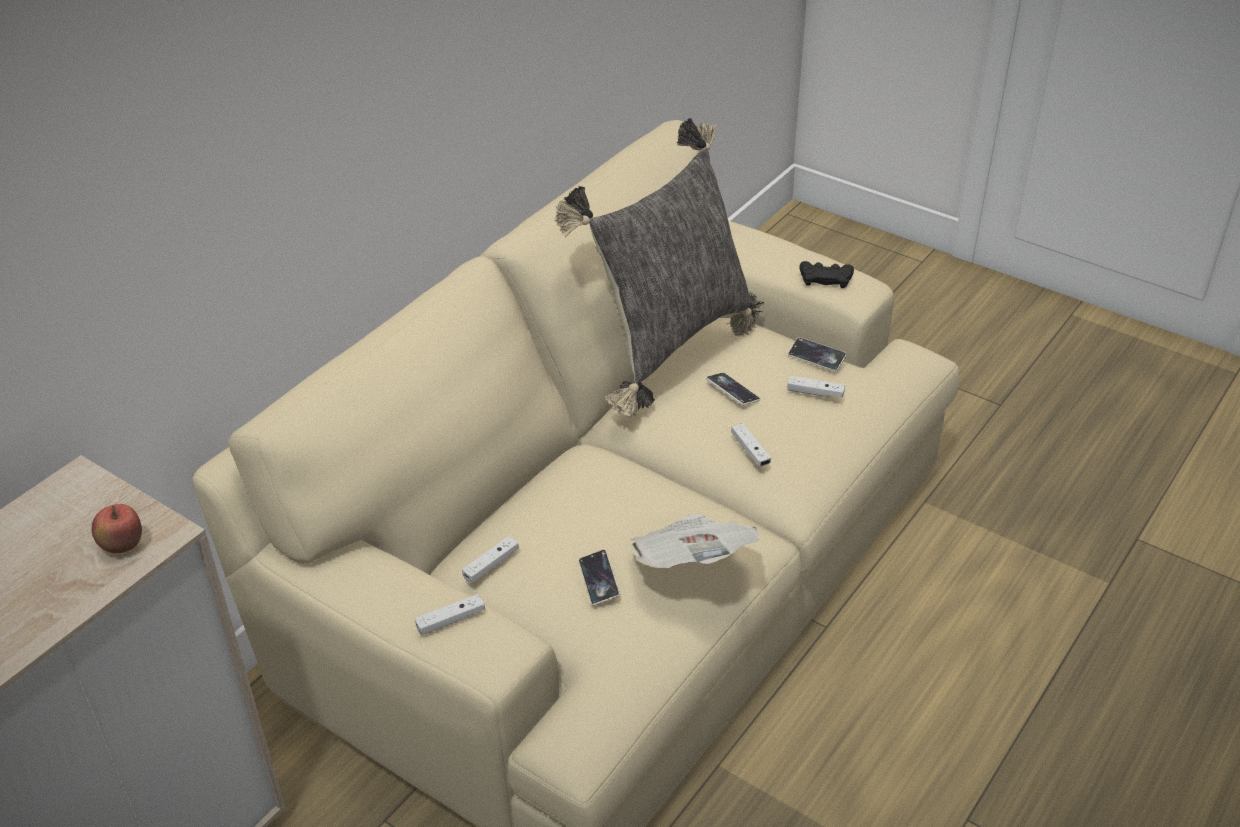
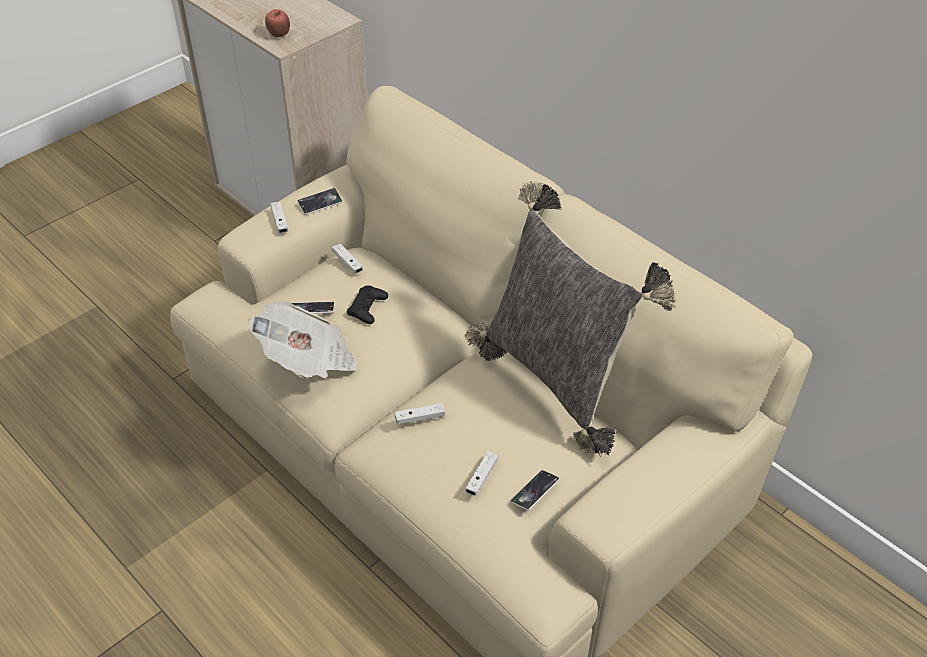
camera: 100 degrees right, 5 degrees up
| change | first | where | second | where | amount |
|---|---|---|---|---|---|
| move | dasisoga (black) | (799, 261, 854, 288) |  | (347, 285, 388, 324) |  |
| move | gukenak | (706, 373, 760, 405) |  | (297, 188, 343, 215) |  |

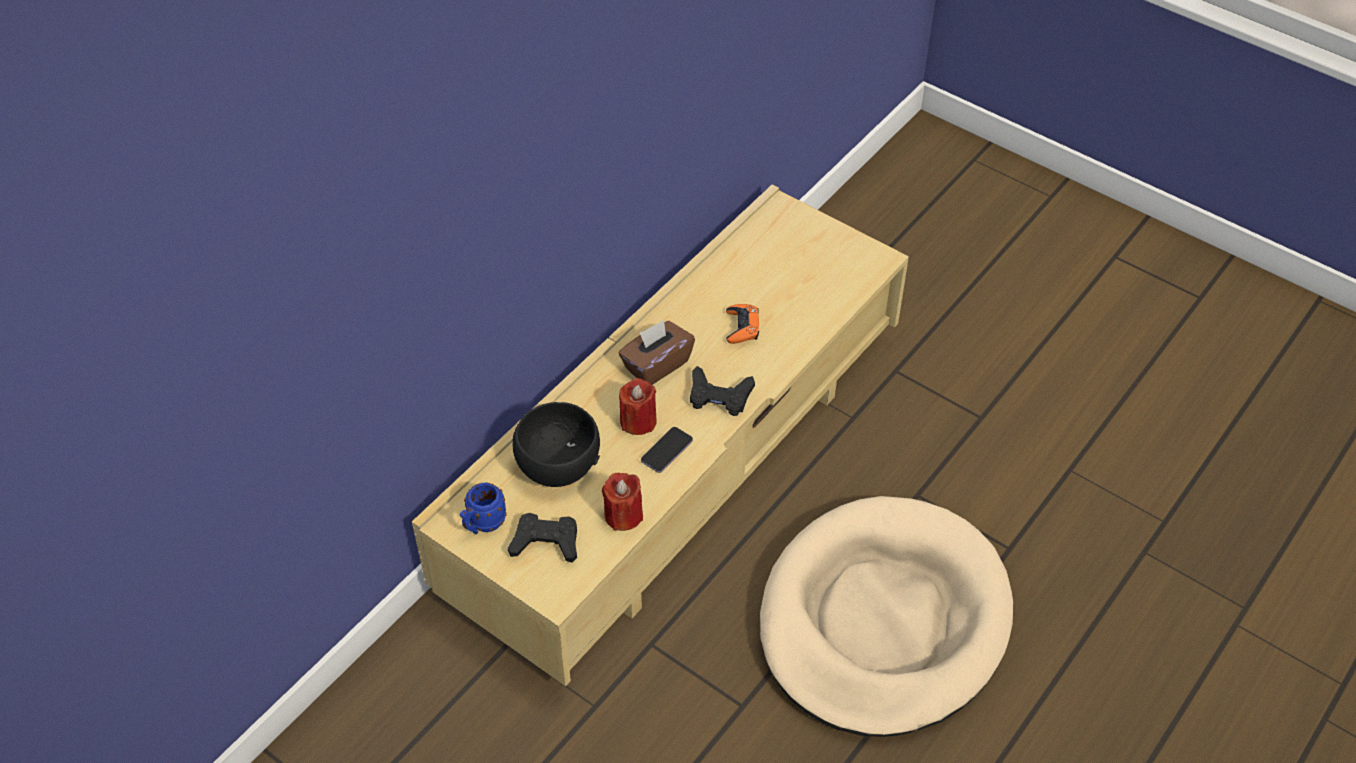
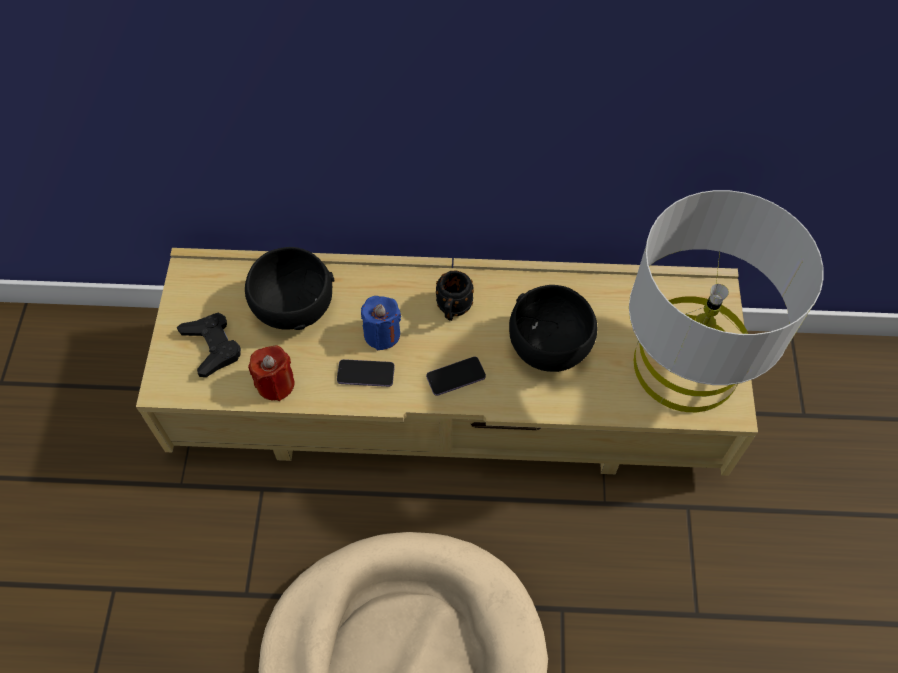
camera: 55 degrees right, 10 degrees up
| change | first | where | second | where | amount |
|---|---|---|---|---|---|
| replace | dasisoga (orange) | (726, 304, 759, 344) | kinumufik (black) | (509, 285, 597, 372) |  |
| replace | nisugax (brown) | (618, 320, 695, 385) | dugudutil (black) | (436, 271, 474, 321) |  |
| replace | dasisoga (black) | (690, 366, 755, 416) | gukenak | (426, 357, 486, 396) |  |
| recolor | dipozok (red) | (619, 378, 657, 435) | dipozok (blue) | (361, 296, 401, 350) |  |
| delete | dugudutil (blue) | (460, 482, 507, 534) |  |  |  |
| insert |  |  | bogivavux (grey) | (629, 190, 824, 412) |  |

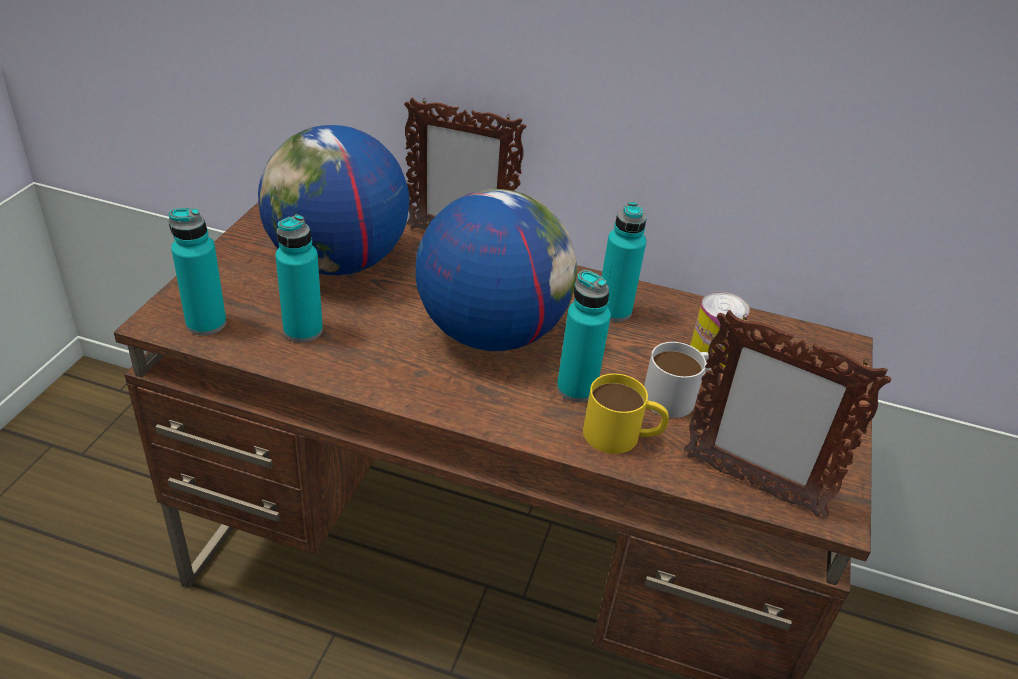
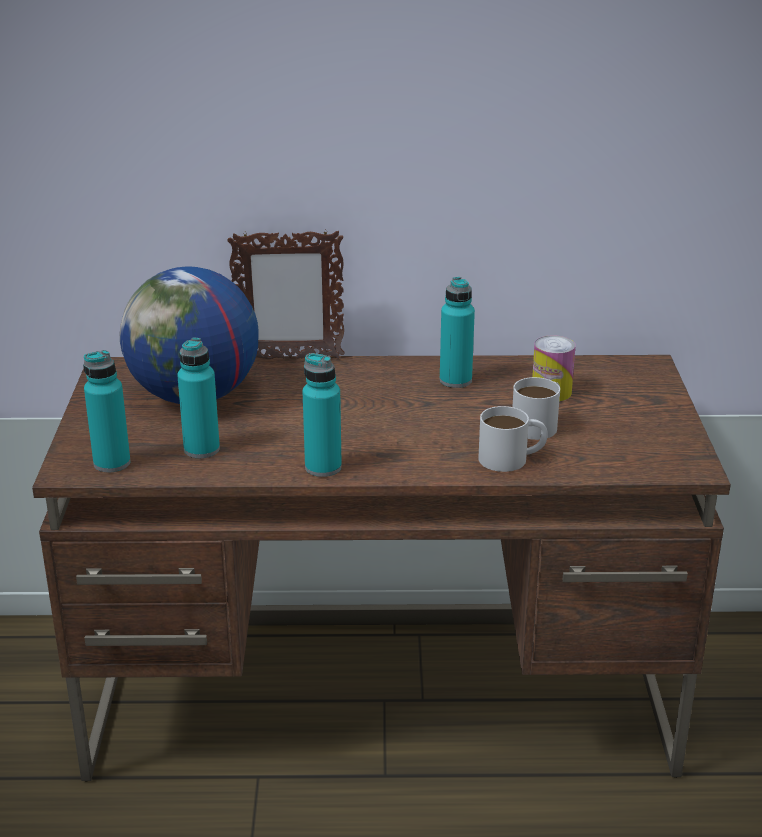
camera: 15 degrees left, 10 degrees down
| change | first | where | second | where | amount |
|---|---|---|---|---|---|
| delete | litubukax | (416, 189, 577, 351) |  |  |  |
| move | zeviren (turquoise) | (557, 270, 611, 402) |  | (303, 353, 342, 477) |  |
| delete | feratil | (684, 310, 892, 517) |  |  |  |
| recolor | dugudutil (yellow) | (583, 374, 669, 454) | dugudutil (white) | (478, 406, 548, 472) |  |

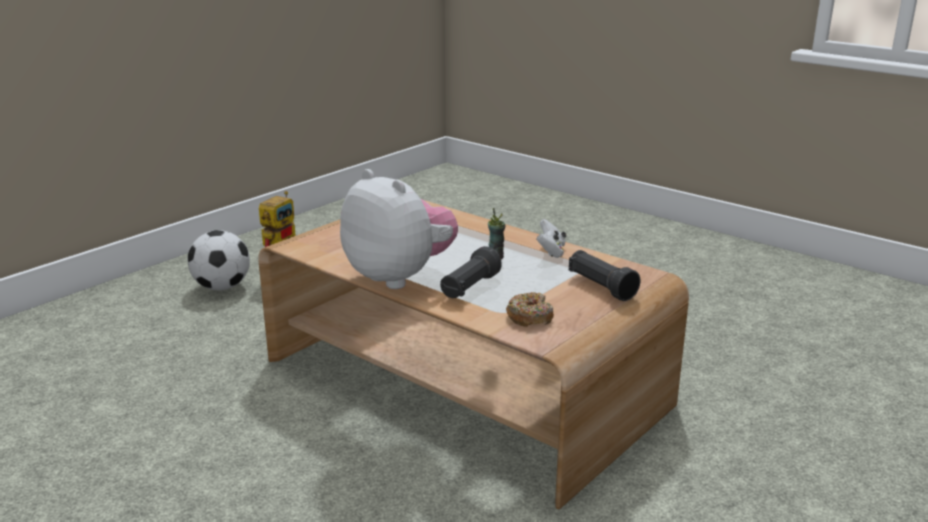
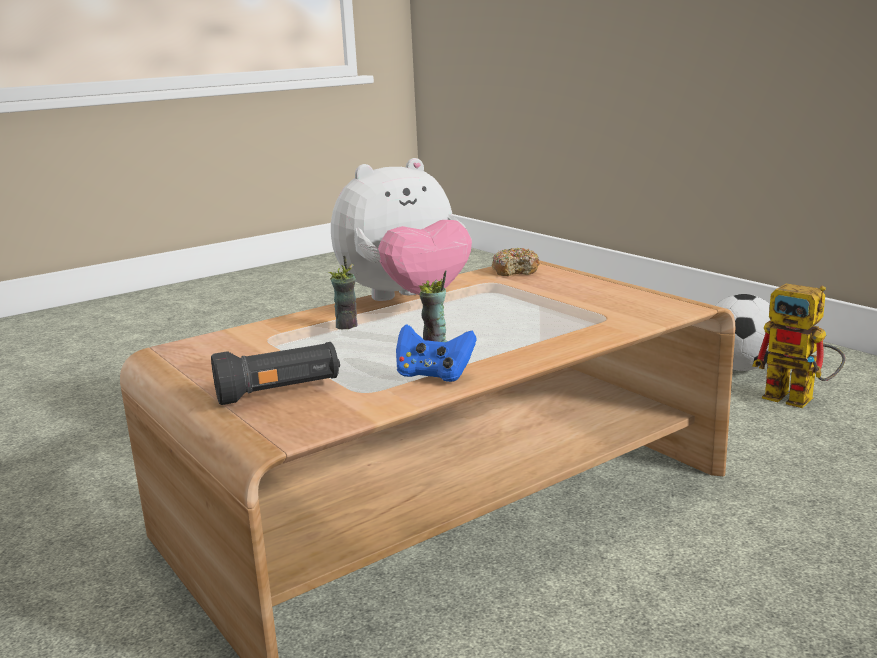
camera: 105 degrees right, 5 degrees down
| change | first | where | second | where | amount |
|---|---|---|---|---|---|
| recolor | dasisoga (white) | (536, 219, 566, 258) | dasisoga (blue) | (396, 324, 477, 382) |  |
| replace | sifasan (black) | (440, 246, 502, 298) | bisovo | (328, 256, 358, 329) |  |
| move | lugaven | (506, 292, 554, 327) |  | (492, 248, 540, 276) |  |

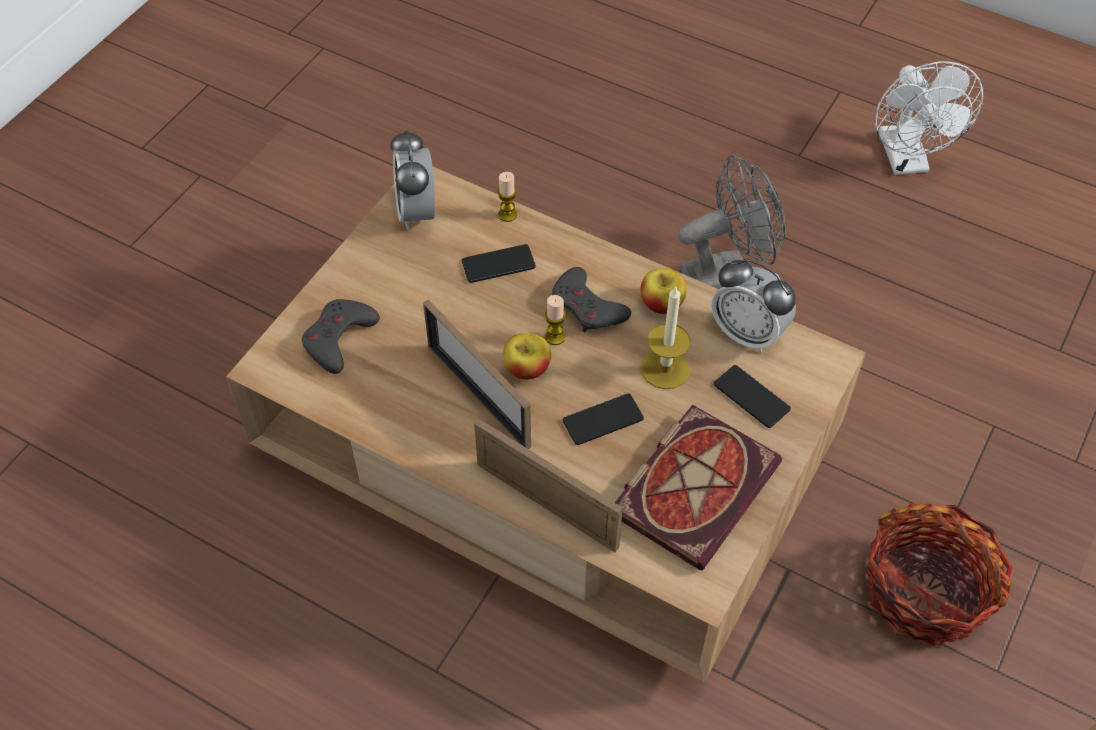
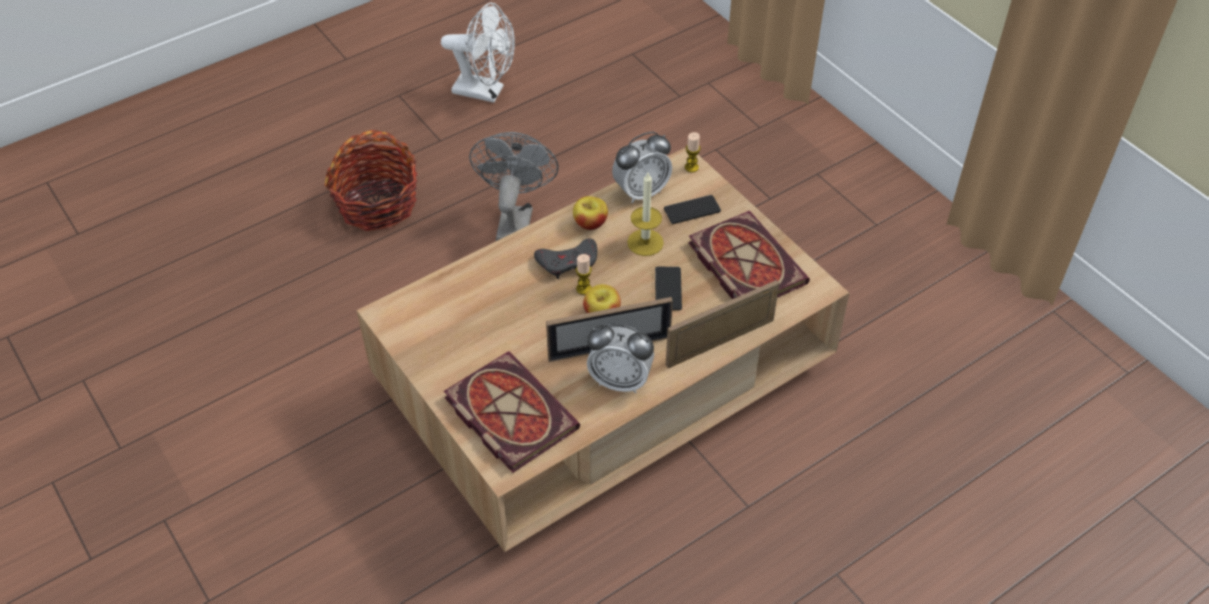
camera: 65 degrees left, 5 degrees down
| change | first | where | second | where | amount |
|---|---|---|---|---|---|
| move | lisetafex | (390, 129, 435, 229) |  | (587, 323, 654, 393) |  |
| move | dipozok | (497, 172, 517, 222) |  | (685, 132, 700, 172) |  |
| delete | gukenak | (462, 244, 536, 283) |  |  |  |
| replace | dasisoga (grey) | (302, 299, 380, 374) | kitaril | (444, 351, 580, 473) |  |
| move | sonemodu | (867, 503, 1013, 646) |  | (324, 130, 418, 231) |  |

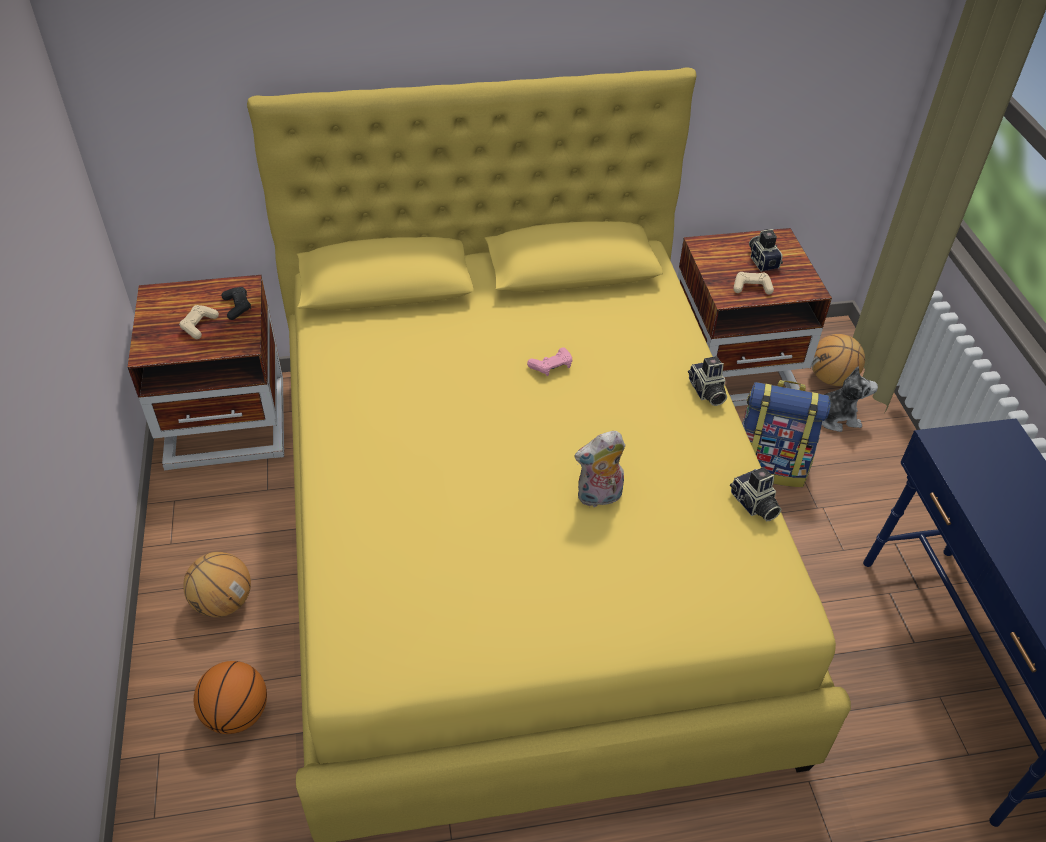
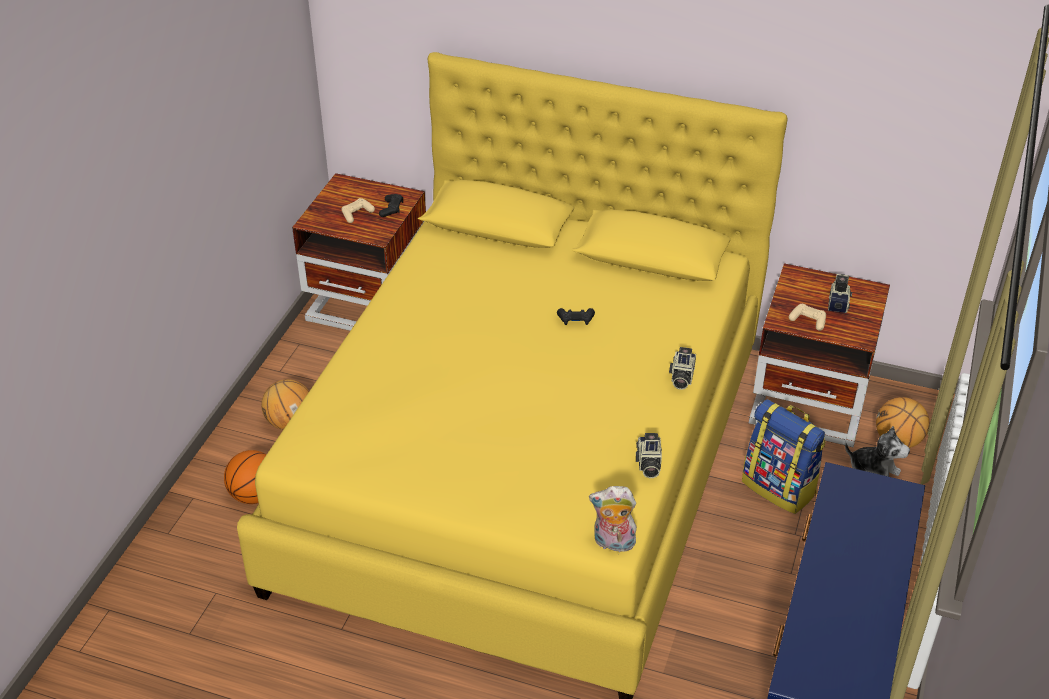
camera: 30 degrees right, 5 degrees down
| change | first | where | second | where | amount |
|---|---|---|---|---|---|
| recolor | dasisoga (pink) | (527, 347, 572, 376) | dasisoga (black) | (557, 308, 595, 325) |  |
| move | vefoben | (574, 431, 625, 507) |  | (589, 486, 637, 555) |  |

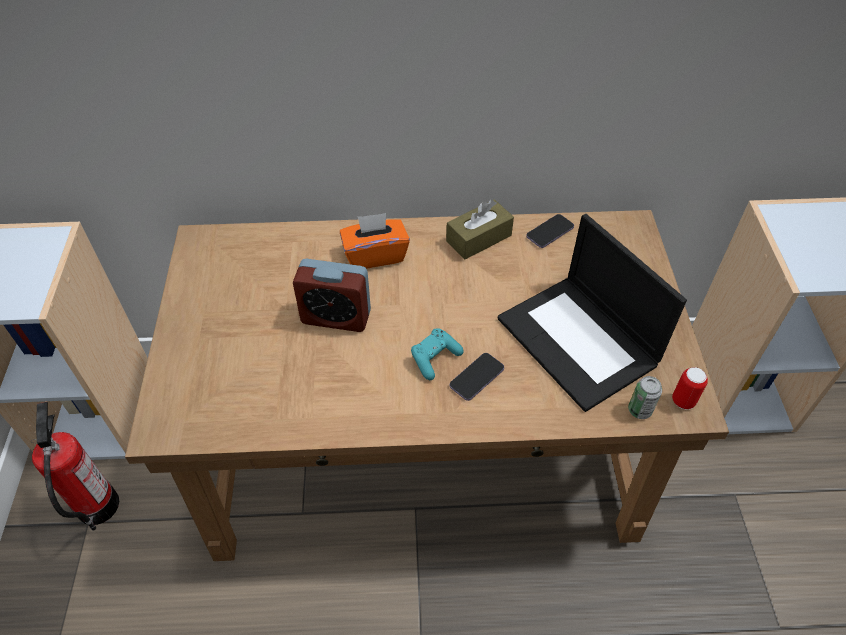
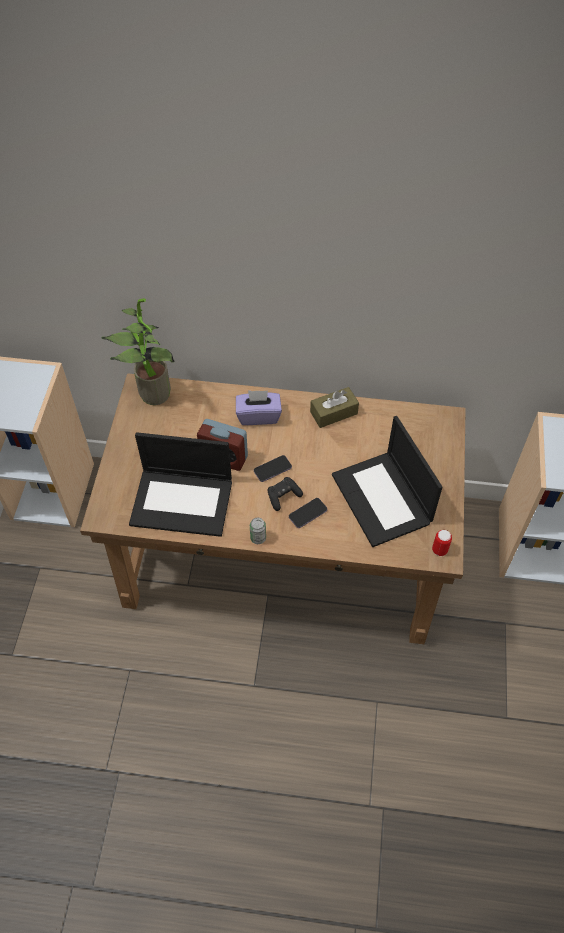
camera: 10 degrees right, 5 degrees up
| change | first | where | second | where | amount |
|---|---|---|---|---|---|
| recolor | nisugax (orange) | (340, 213, 410, 269) | nisugax (purple) | (236, 390, 282, 425) |  |
| move | gukenak | (526, 214, 574, 248) |  | (254, 455, 292, 482) |  |
| recolor | dasisoga (turquoise) | (411, 328, 463, 380) | dasisoga (black) | (268, 477, 303, 511) |  |
| move | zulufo | (628, 376, 662, 419) |  | (250, 518, 266, 544) |  |
| delete | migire | (31, 402, 119, 531) |  |  |  |
| insert |  |  | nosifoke | (102, 298, 175, 405) |  |
| insert |  |  | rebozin | (129, 432, 232, 537) |  |

